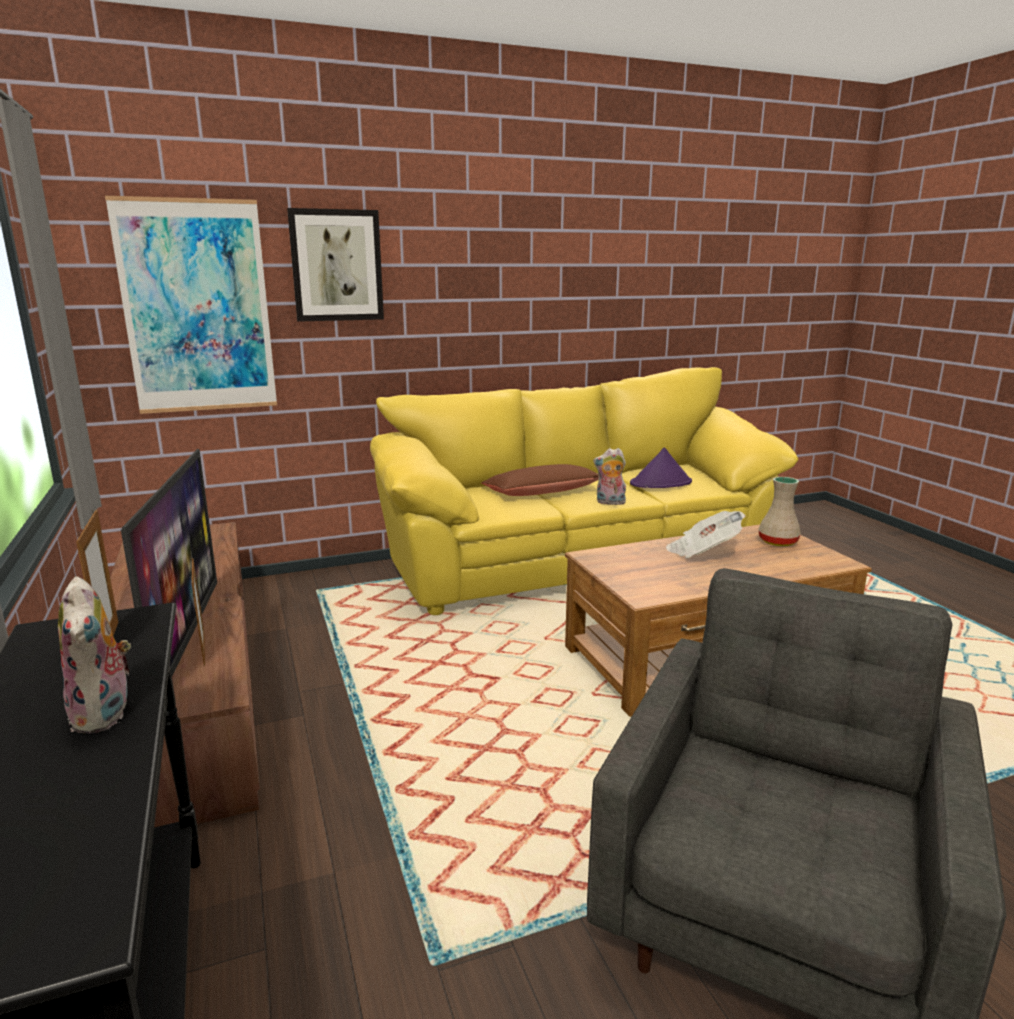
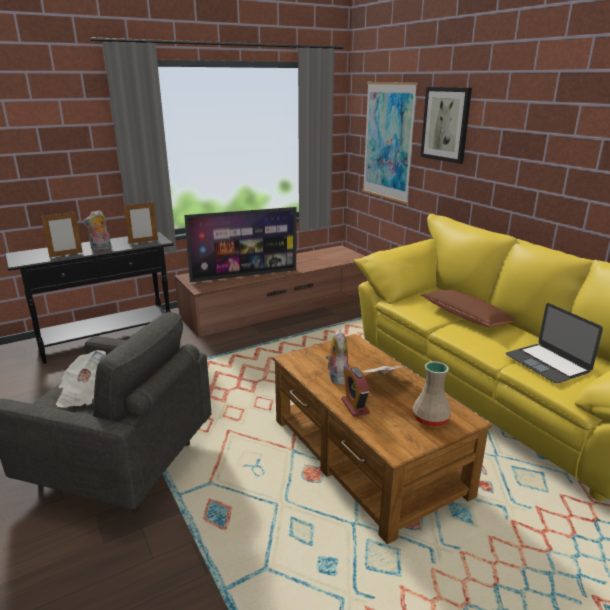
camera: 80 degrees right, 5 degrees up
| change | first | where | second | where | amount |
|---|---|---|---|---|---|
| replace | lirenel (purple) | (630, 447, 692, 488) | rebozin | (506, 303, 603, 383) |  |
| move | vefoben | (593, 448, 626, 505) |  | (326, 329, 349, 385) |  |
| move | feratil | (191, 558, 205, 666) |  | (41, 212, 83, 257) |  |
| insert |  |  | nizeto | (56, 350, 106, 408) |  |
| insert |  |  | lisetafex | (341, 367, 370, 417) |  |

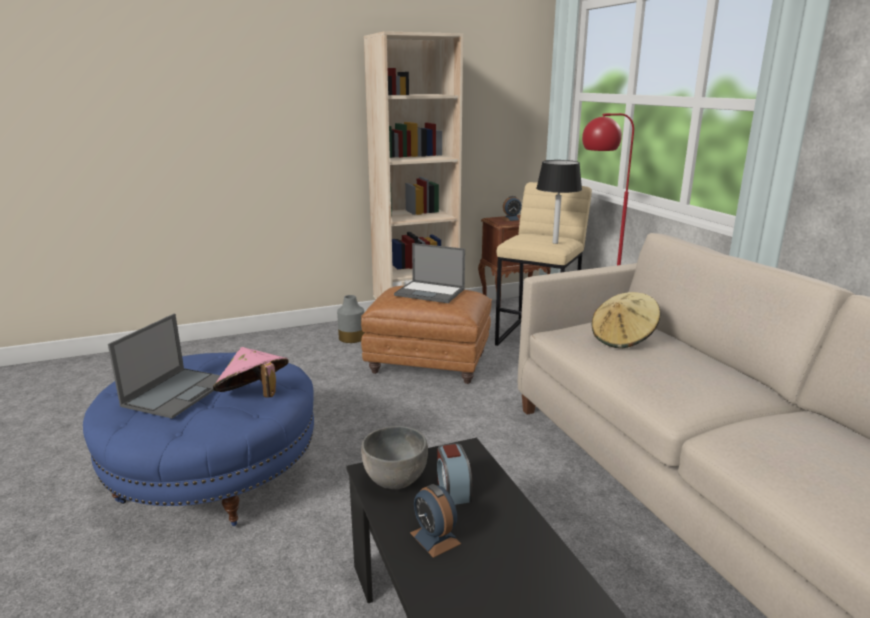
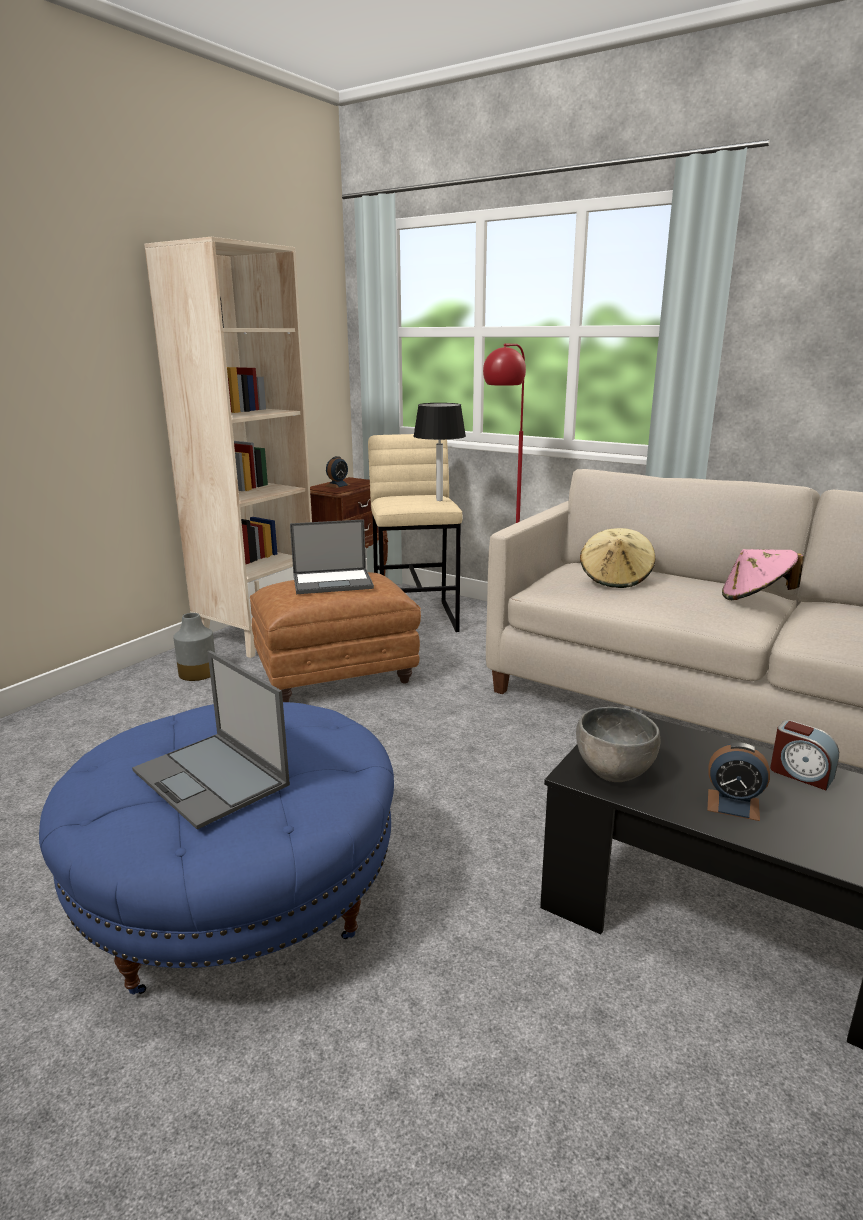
camera: 35 degrees left, 0 degrees up
| change | first | where | second | where | amount |
|---|---|---|---|---|---|
| rotate | rebozin | (108, 314, 221, 419) |  | (132, 650, 290, 829) | 150 degrees clockwise |
| move | lirenel (pink) | (213, 347, 289, 398) |  | (722, 549, 804, 600) |  |
| move | lisetafex | (437, 443, 472, 505) |  | (770, 720, 839, 790) |  |

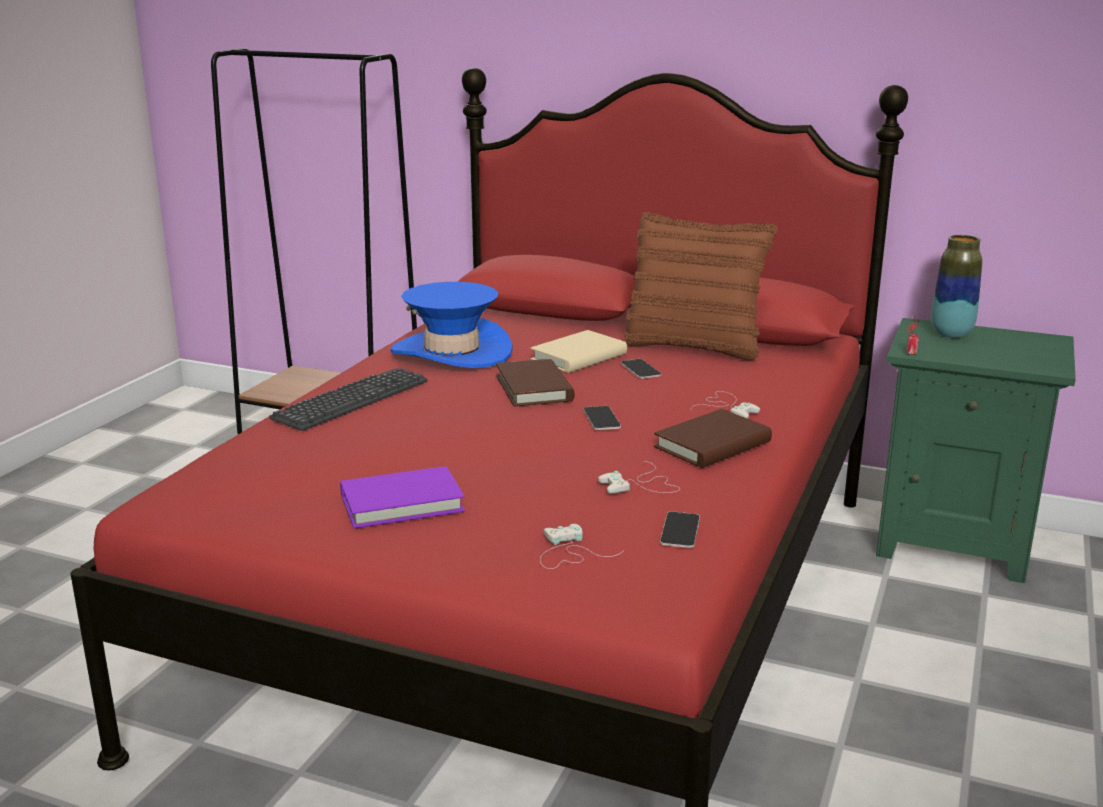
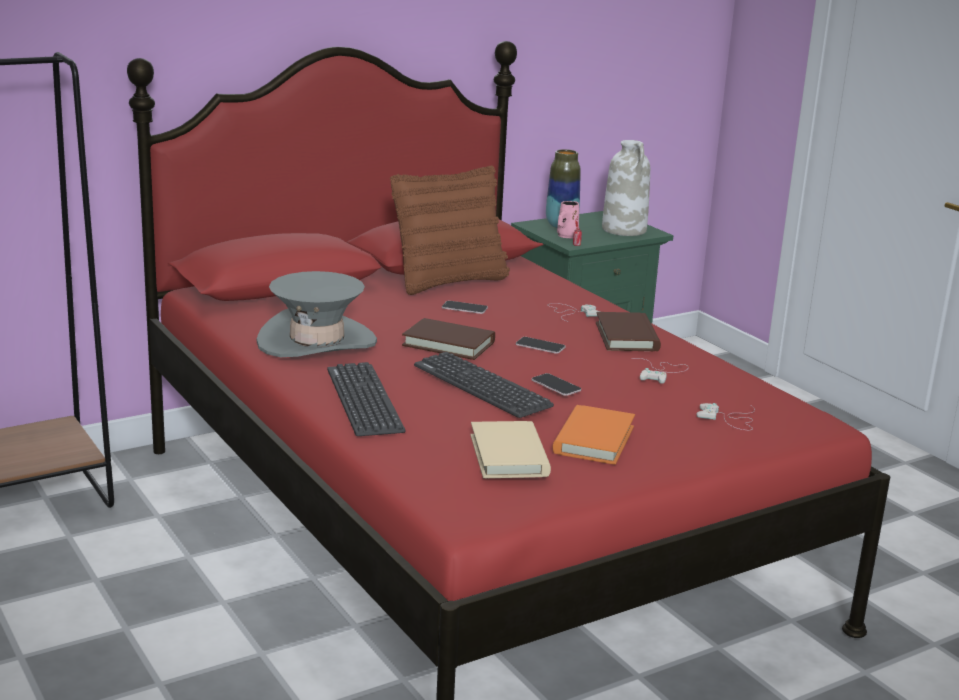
camera: 55 degrees left, 0 degrees up
| change | first | where | second | where | amount |
|---|---|---|---|---|---|
| recolor | lirenel (blue) | (391, 282, 513, 368) | lirenel (grey) | (256, 271, 377, 357) |  |
| move | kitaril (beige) | (531, 330, 627, 373) |  | (470, 421, 551, 478) |  |
| recolor | kitaril (purple) | (340, 466, 465, 529) | kitaril (orange) | (553, 405, 635, 465) |  |
| move | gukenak | (660, 511, 700, 548) |  | (532, 373, 581, 396) |  |
| insert |  |  | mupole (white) | (602, 140, 650, 236) |  |
| insert |  |  | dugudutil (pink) | (557, 201, 579, 239) |  |
| insert |  |  | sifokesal | (414, 352, 554, 418) |  |

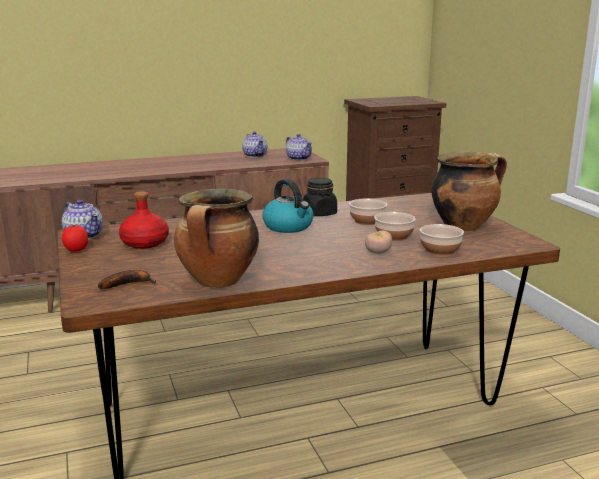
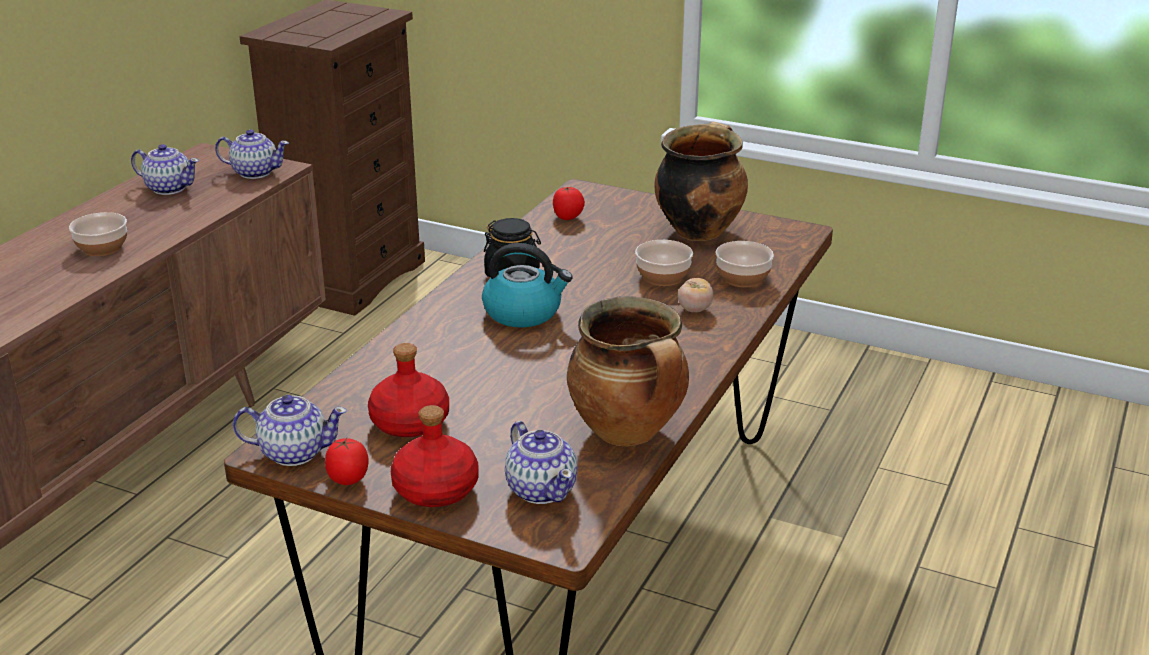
camera: 45 degrees left, 10 degrees up
| change | first | where | second | where | amount |
|---|---|---|---|---|---|
| move | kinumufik | (349, 198, 387, 225) |  | (69, 212, 127, 256) |  |
| replace | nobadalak | (98, 270, 156, 289) | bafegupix | (505, 421, 577, 504) |  |
| insert |  |  | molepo | (553, 187, 585, 220) |  |
| insert |  |  | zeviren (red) | (391, 405, 479, 507) |  |

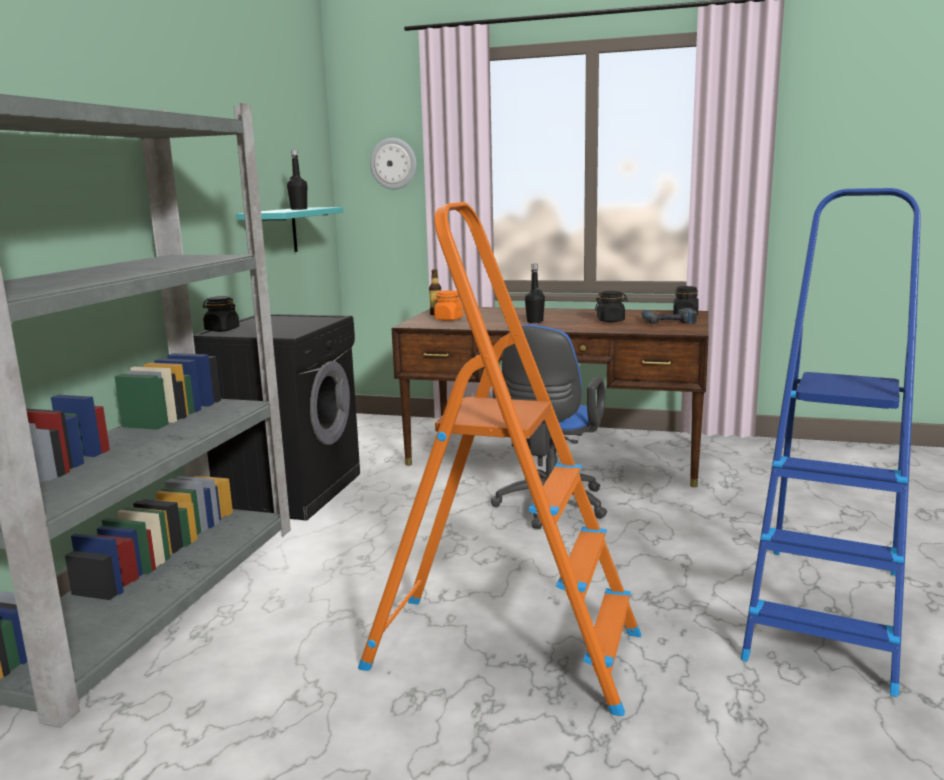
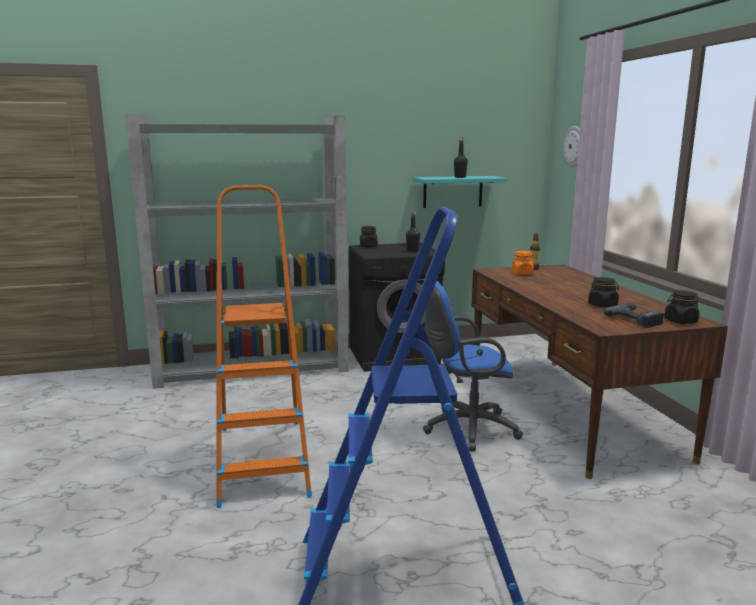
camera: 60 degrees right, 0 degrees up
| change | first | where | second | where | amount |
|---|---|---|---|---|---|
| move | zeviren (black) | (525, 264, 545, 323) |  | (406, 210, 420, 252) |  |

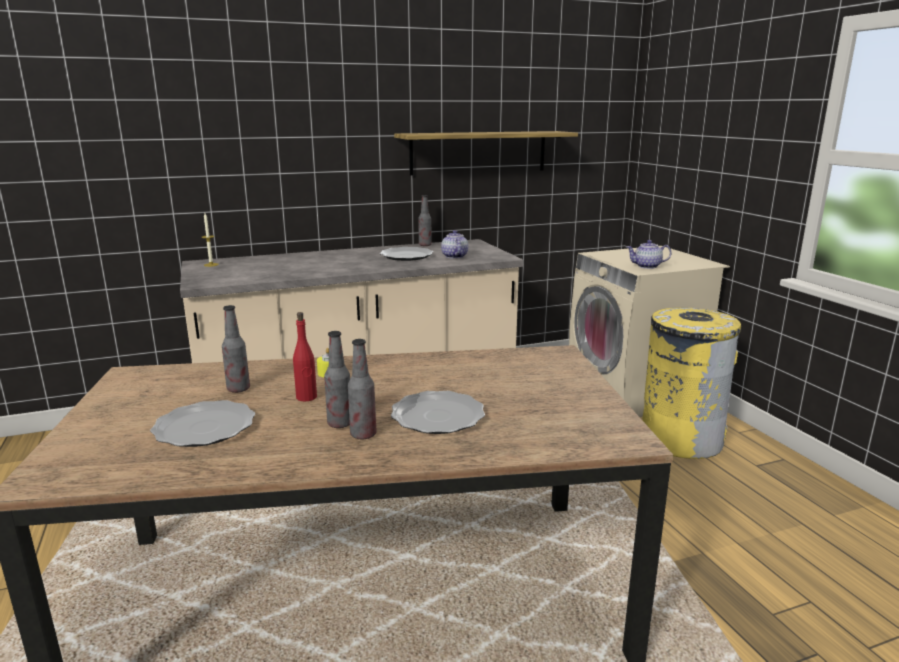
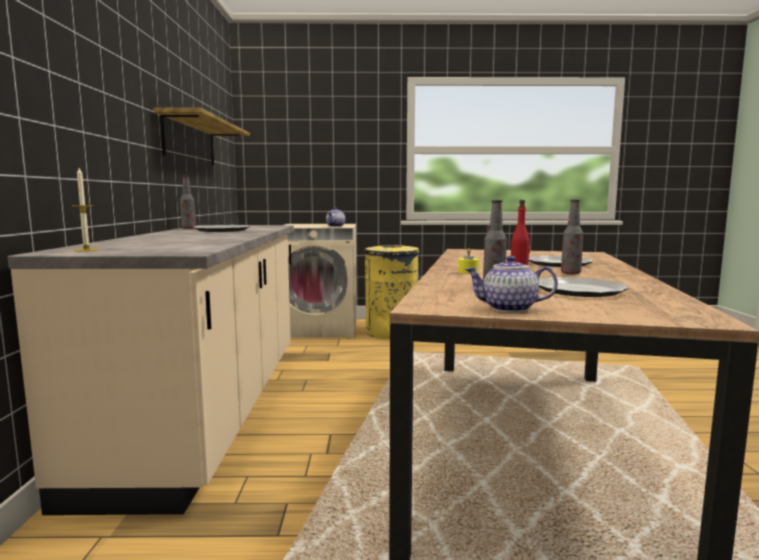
camera: 70 degrees left, 10 degrees down
| change | first | where | second | where | amount |
|---|---|---|---|---|---|
| move | bafegupix | (441, 230, 468, 259) |  | (465, 256, 558, 313) |  |
| delete | zeviren | (348, 339, 376, 439) |  |  |  |

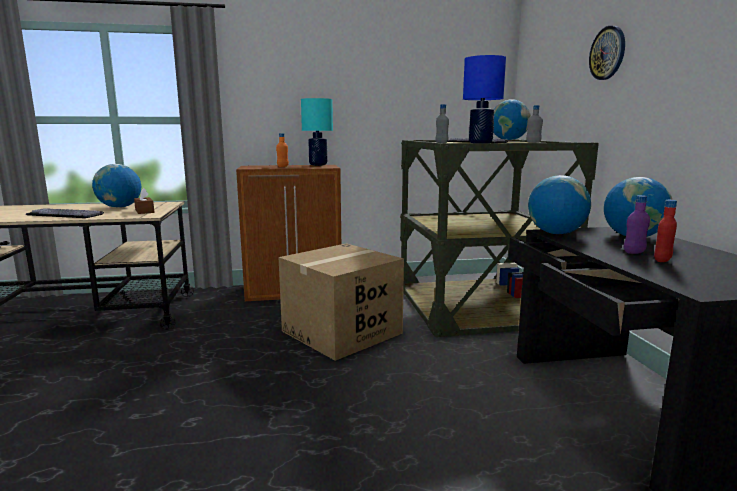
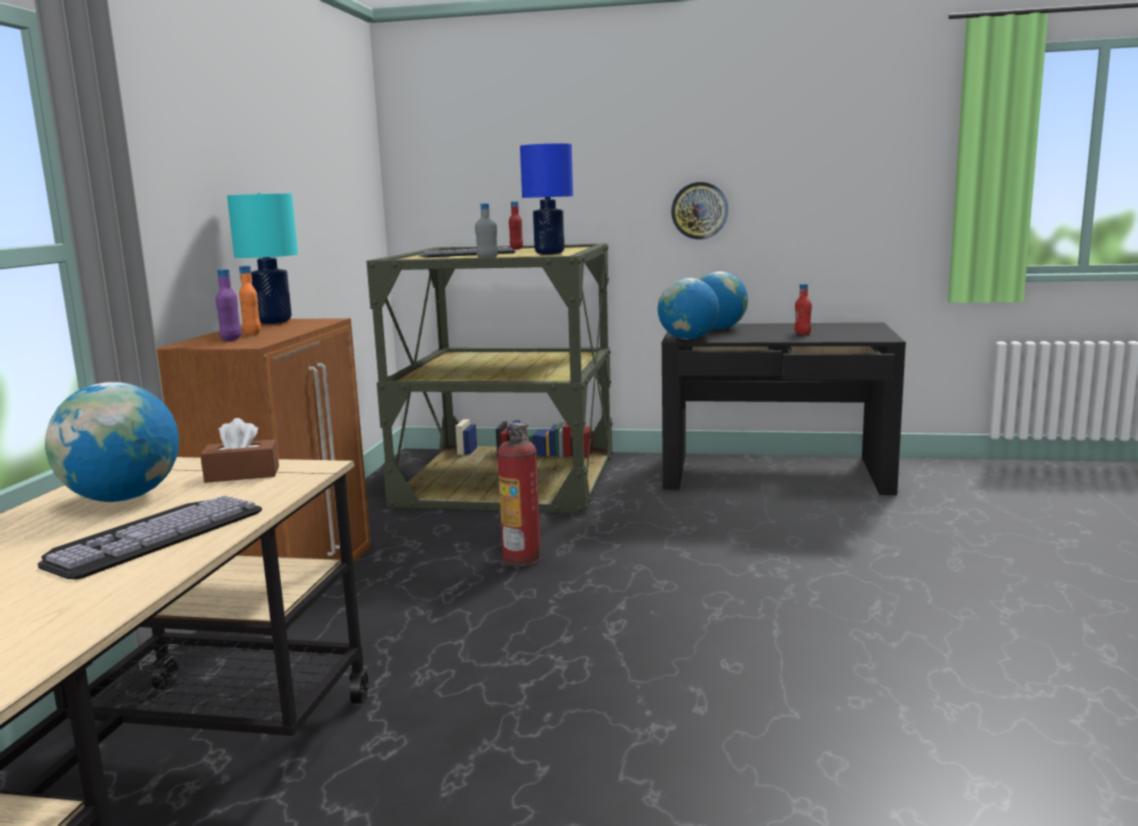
camera: 70 degrees left, 0 degrees up
| change | first | where | second | where | amount |
|---|---|---|---|---|---|
| move | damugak | (589, 26, 625, 80) |  | (671, 182, 728, 240) |  |
| delete | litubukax | (493, 99, 531, 140) |  |  |  |
| recolor | zeviren (grey) | (526, 105, 543, 143) | zeviren (red) | (509, 201, 523, 250) |  |
| move | zeviren (purple) | (624, 195, 650, 254) |  | (216, 269, 241, 341) |  |
| replace | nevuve | (278, 243, 404, 361) | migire | (497, 422, 541, 567) |  |

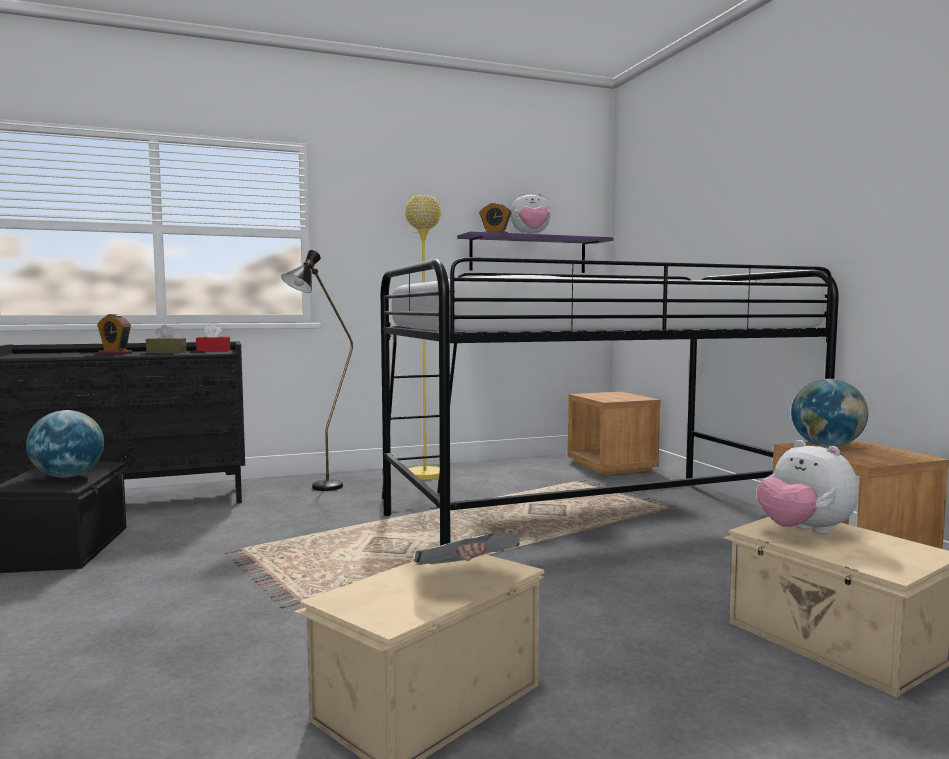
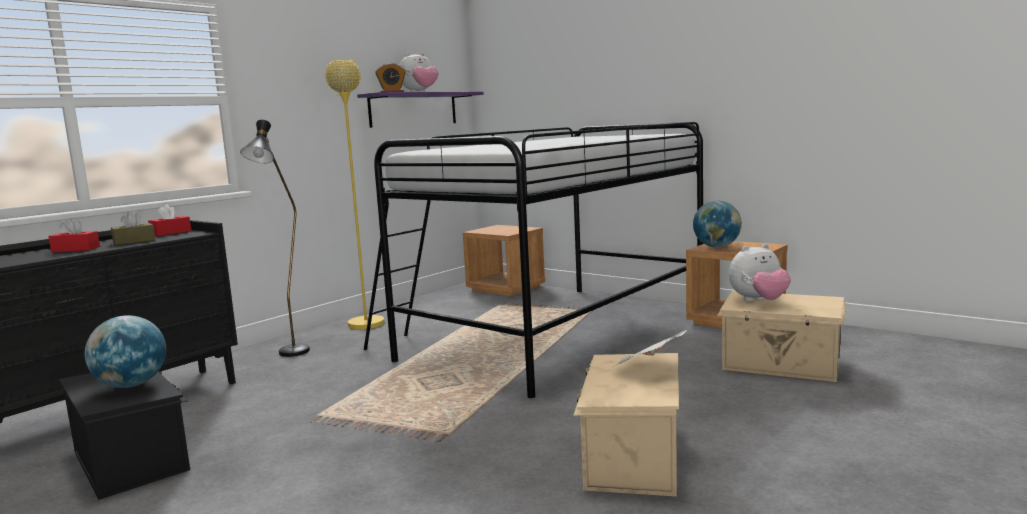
camera: 30 degrees left, 5 degrees up
| change | first | where | second | where | amount |
|---|---|---|---|---|---|
| replace | lisetafex | (97, 314, 133, 354) | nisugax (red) | (48, 218, 100, 252) |  |
| rotate | vefoben | (757, 440, 859, 534) |  | (729, 244, 791, 302) | 45 degrees counterclockwise |

